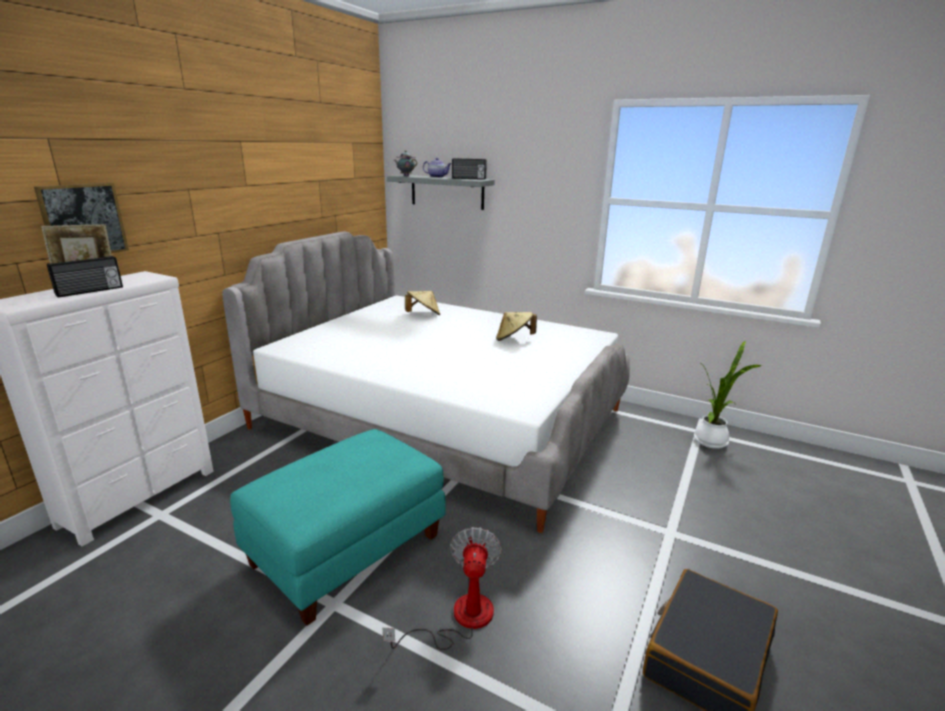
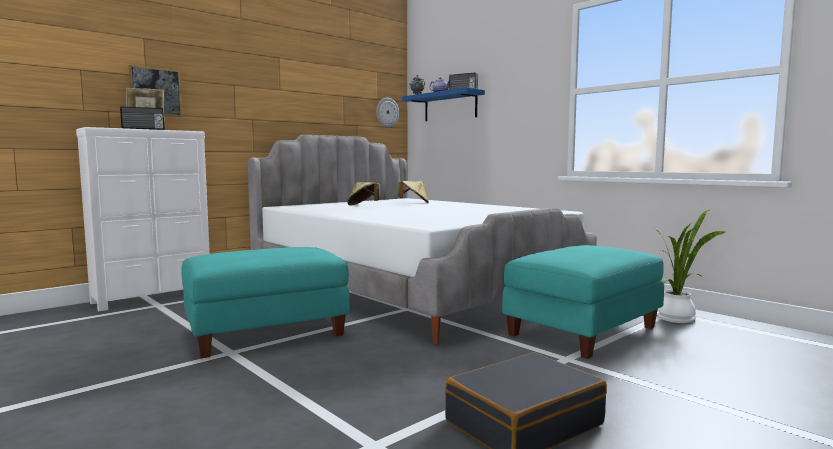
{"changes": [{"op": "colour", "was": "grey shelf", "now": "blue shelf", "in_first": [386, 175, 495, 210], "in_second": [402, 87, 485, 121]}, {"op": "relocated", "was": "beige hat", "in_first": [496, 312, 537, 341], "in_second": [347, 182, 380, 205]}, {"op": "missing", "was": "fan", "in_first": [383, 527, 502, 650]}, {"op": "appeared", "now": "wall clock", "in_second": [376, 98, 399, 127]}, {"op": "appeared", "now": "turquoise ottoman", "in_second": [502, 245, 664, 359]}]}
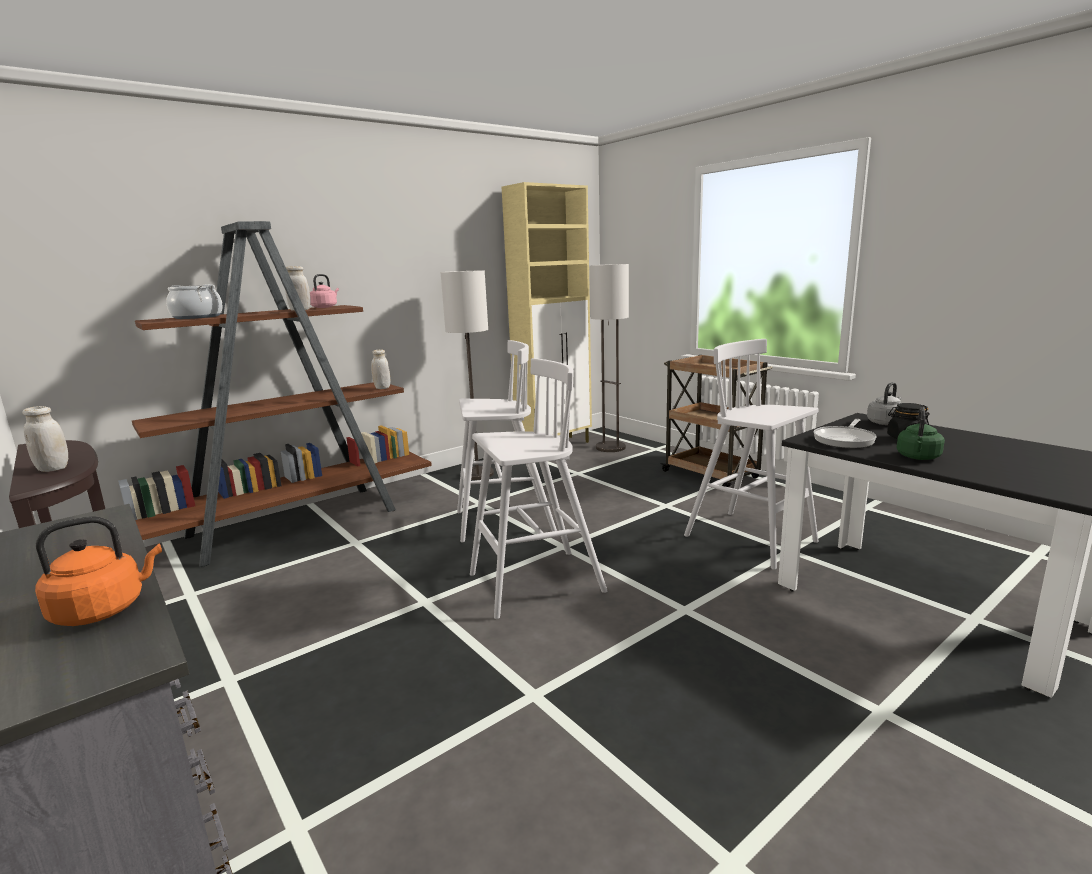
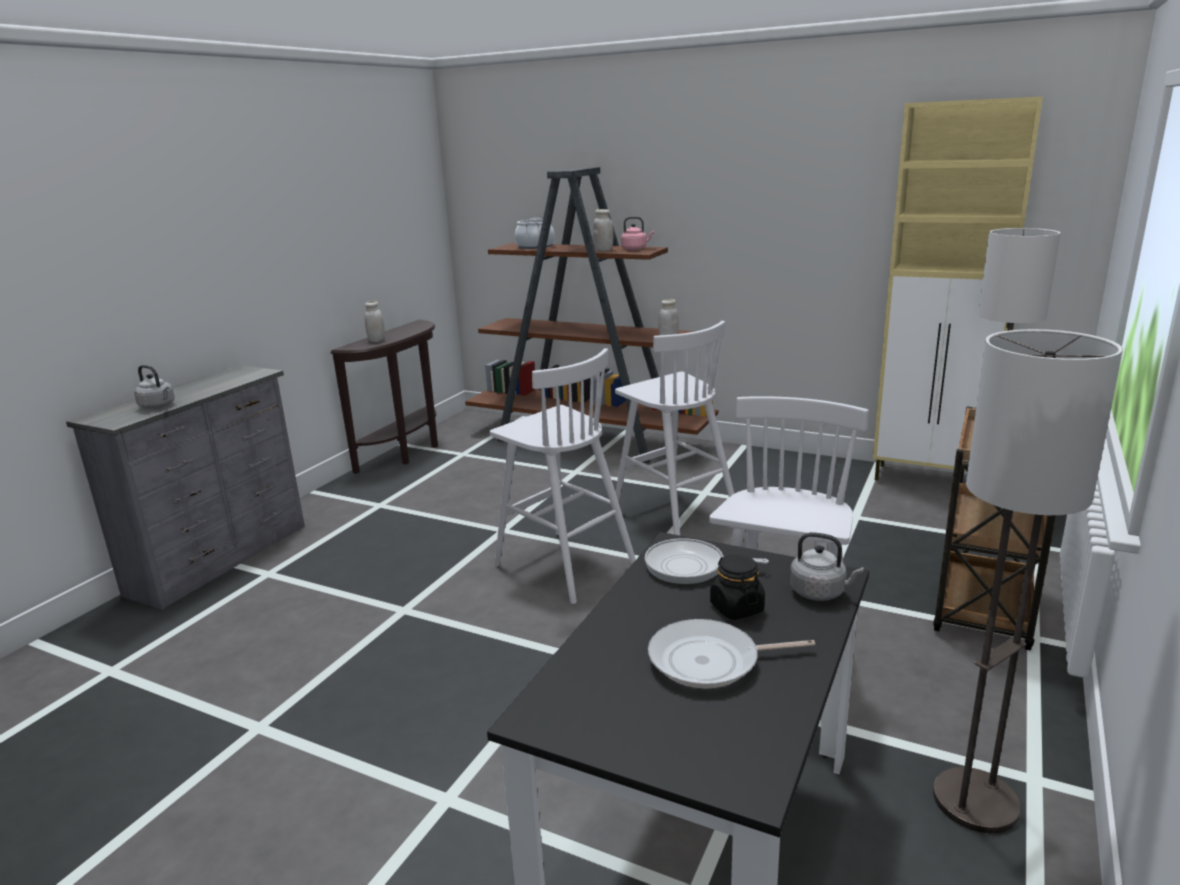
{"changes": [{"op": "relocated", "was": "floor lamp", "in_first": [441, 270, 494, 480], "in_second": [933, 329, 1123, 833]}, {"op": "missing", "was": "green kettle", "in_first": [896, 407, 945, 460]}, {"op": "colour", "was": "orange kettle", "now": "grey kettle", "in_first": [35, 516, 162, 626], "in_second": [134, 365, 175, 409]}, {"op": "appeared", "now": "frying pan", "in_second": [648, 619, 815, 689]}]}
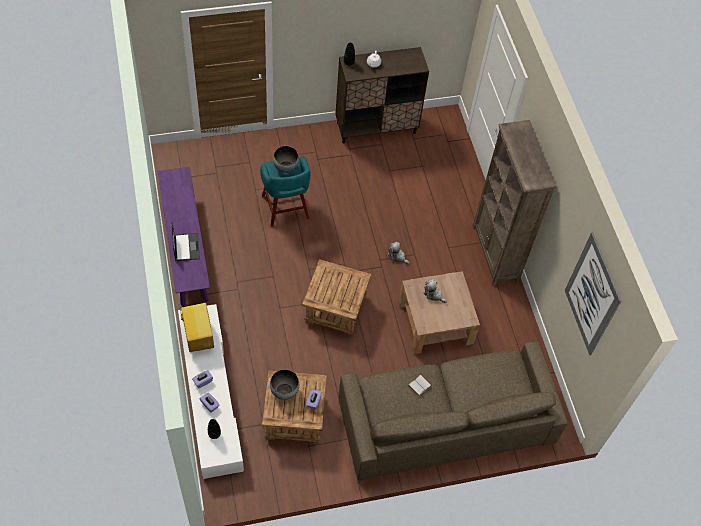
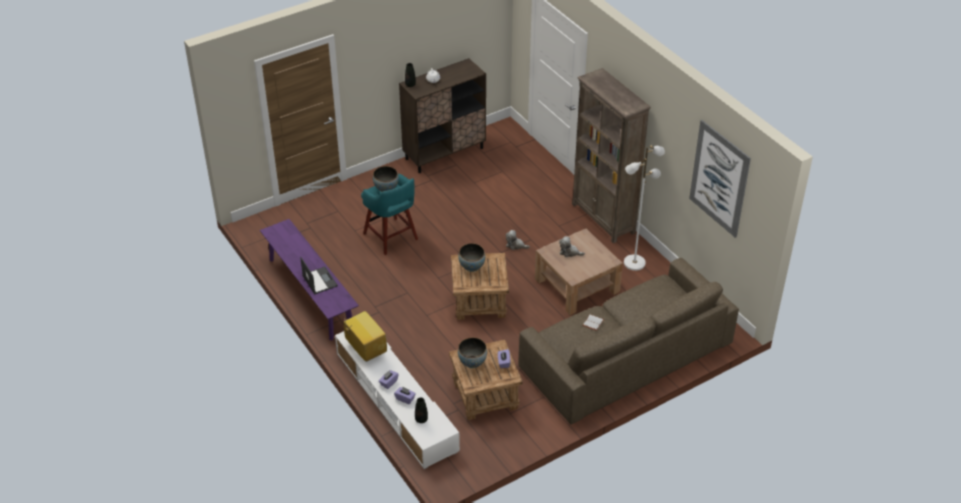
{"changes": [{"op": "appeared", "now": "white floor lamp", "in_second": [624, 145, 665, 271]}, {"op": "appeared", "now": "bowl", "in_second": [458, 243, 485, 272]}]}
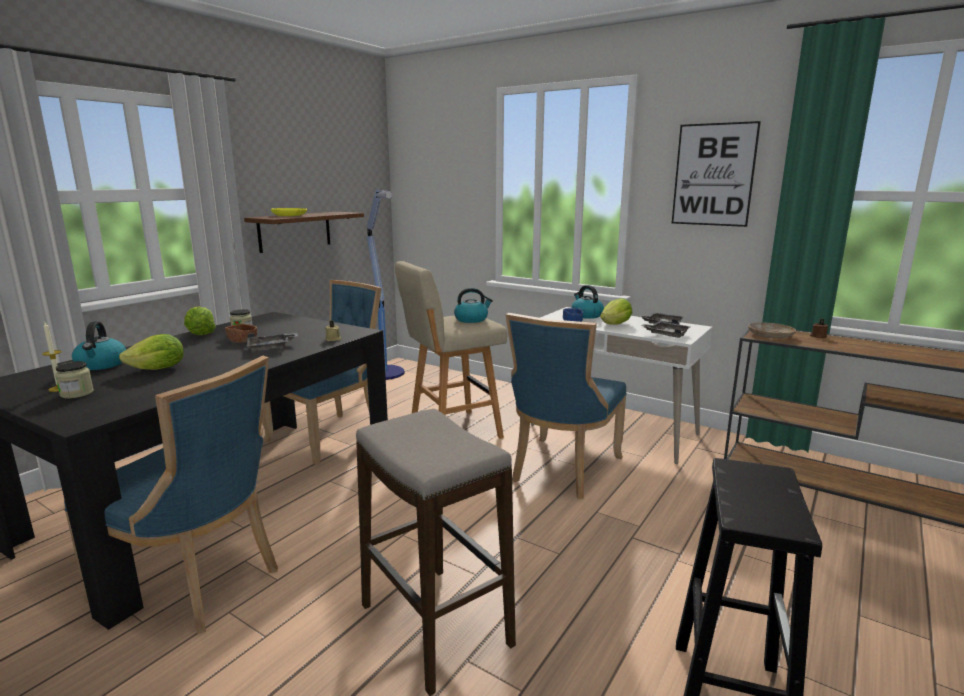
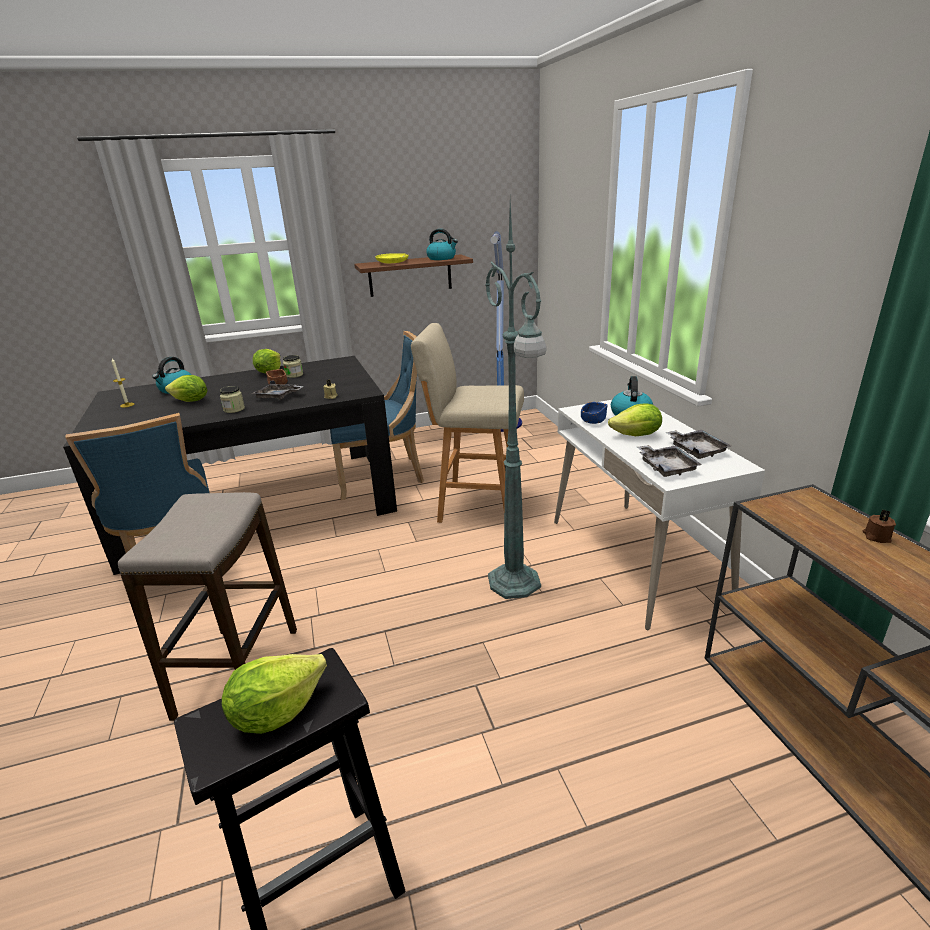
{"changes": [{"op": "missing", "was": "picture", "in_first": [672, 121, 761, 227]}, {"op": "relocated", "was": "kettle", "in_first": [454, 288, 493, 323], "in_second": [426, 229, 458, 260]}, {"op": "exchanged", "was": "blue chair", "now": "green floor lamp", "in_first": [506, 313, 627, 499], "in_second": [485, 201, 546, 599]}, {"op": "missing", "was": "beige plate", "in_first": [748, 322, 796, 338]}, {"op": "relocated", "was": "jar", "in_first": [55, 361, 94, 398], "in_second": [220, 386, 245, 413]}, {"op": "appeared", "now": "lettuce", "in_second": [222, 654, 327, 734]}]}
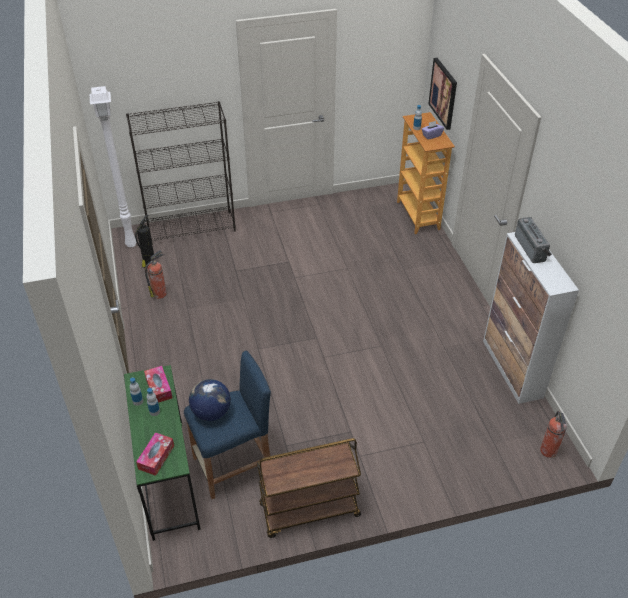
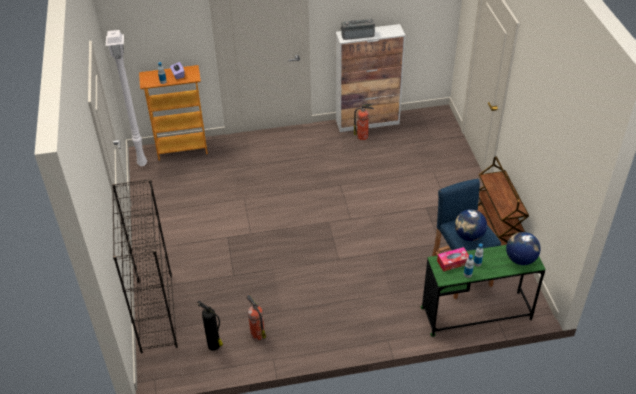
{"changes": [{"op": "missing", "was": "picture", "in_first": [428, 58, 457, 130]}, {"op": "relocated", "was": "white floor lamp", "in_first": [90, 86, 137, 247], "in_second": [106, 30, 147, 166]}, {"op": "relocated", "was": "fire extinguisher", "in_first": [540, 411, 567, 458], "in_second": [354, 104, 374, 140]}, {"op": "exchanged", "was": "tissue box", "now": "globe", "in_first": [136, 432, 174, 476], "in_second": [506, 232, 541, 265]}]}
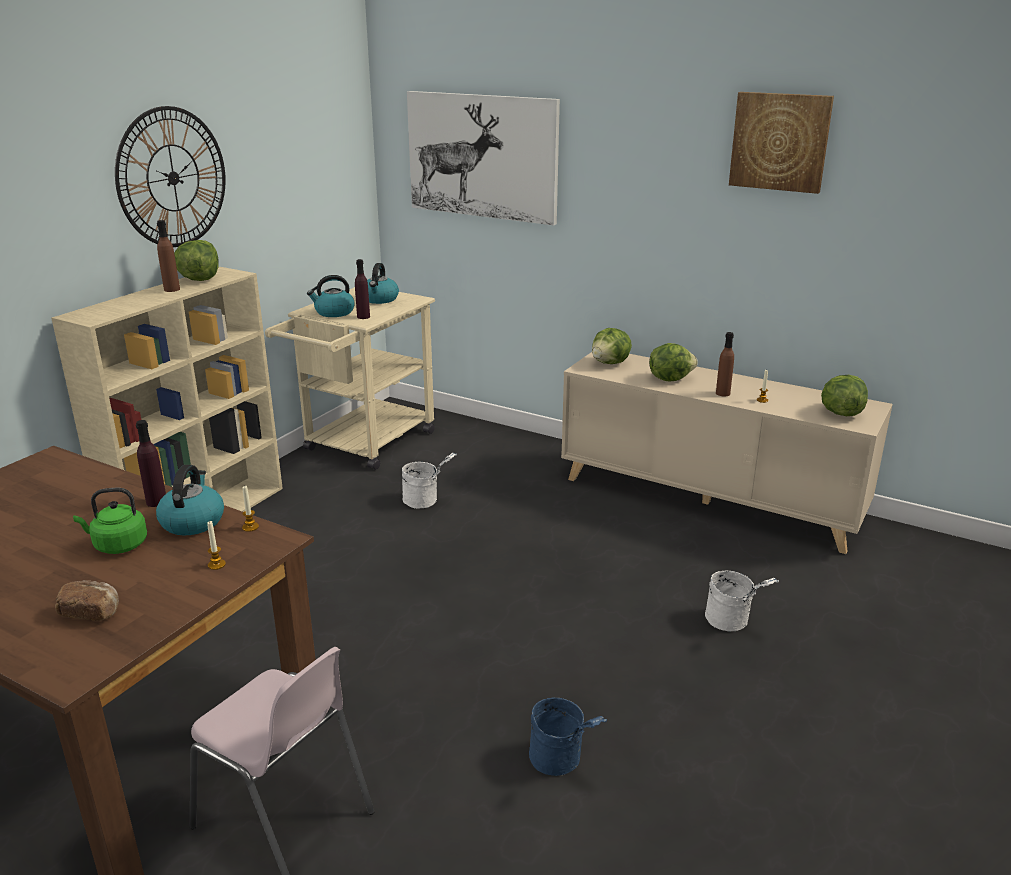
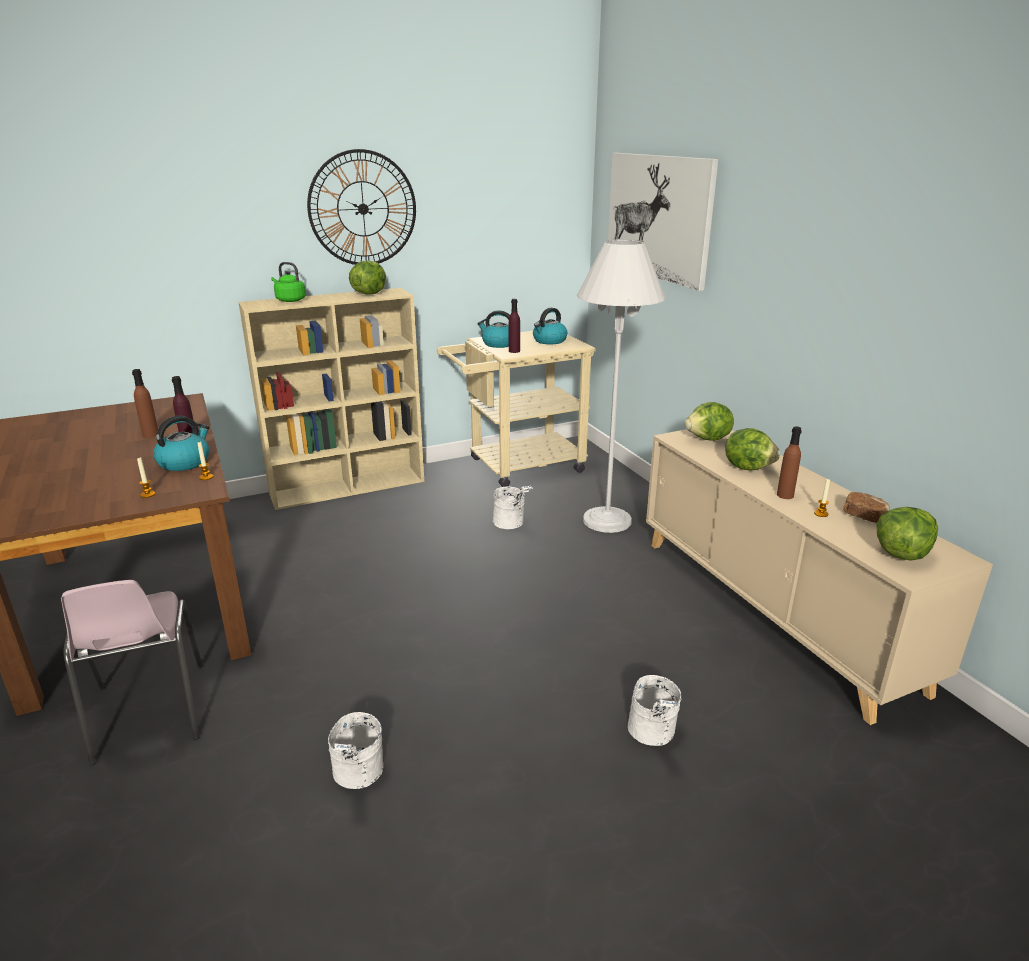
{"changes": [{"op": "missing", "was": "picture", "in_first": [729, 92, 834, 194]}, {"op": "relocated", "was": "brown bottle", "in_first": [157, 220, 180, 292], "in_second": [132, 369, 158, 438]}, {"op": "relocated", "was": "green kettle", "in_first": [73, 488, 147, 554], "in_second": [271, 262, 306, 302]}, {"op": "relocated", "was": "bread", "in_first": [55, 580, 119, 621], "in_second": [843, 492, 890, 523]}, {"op": "colour", "was": "blue bucket", "now": "white bucket", "in_first": [529, 698, 607, 776], "in_second": [328, 712, 384, 789]}, {"op": "appeared", "now": "white floor lamp", "in_second": [577, 239, 666, 533]}]}
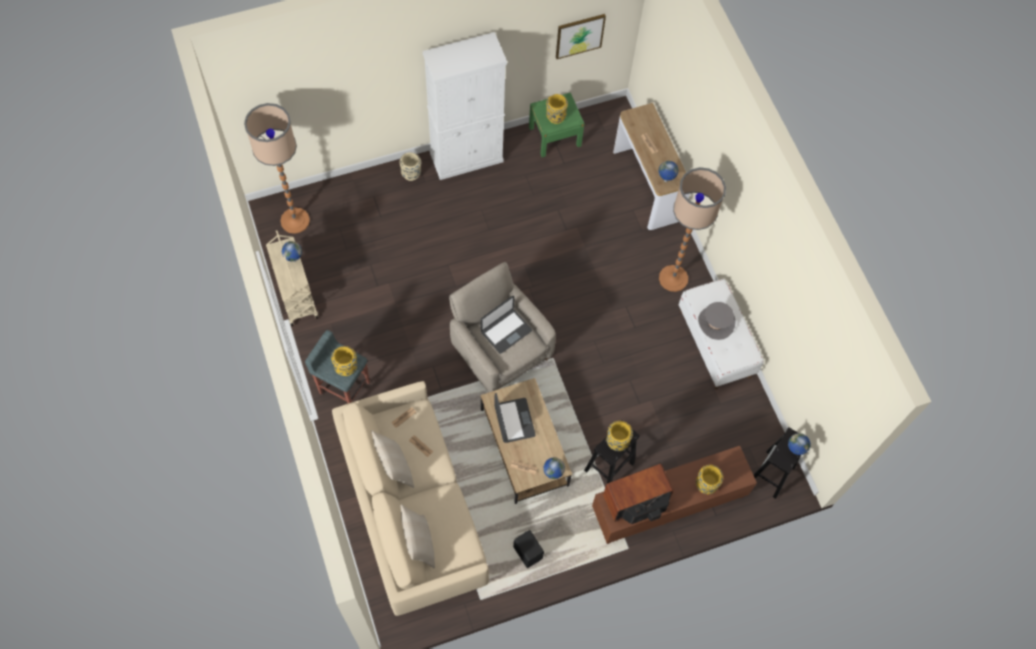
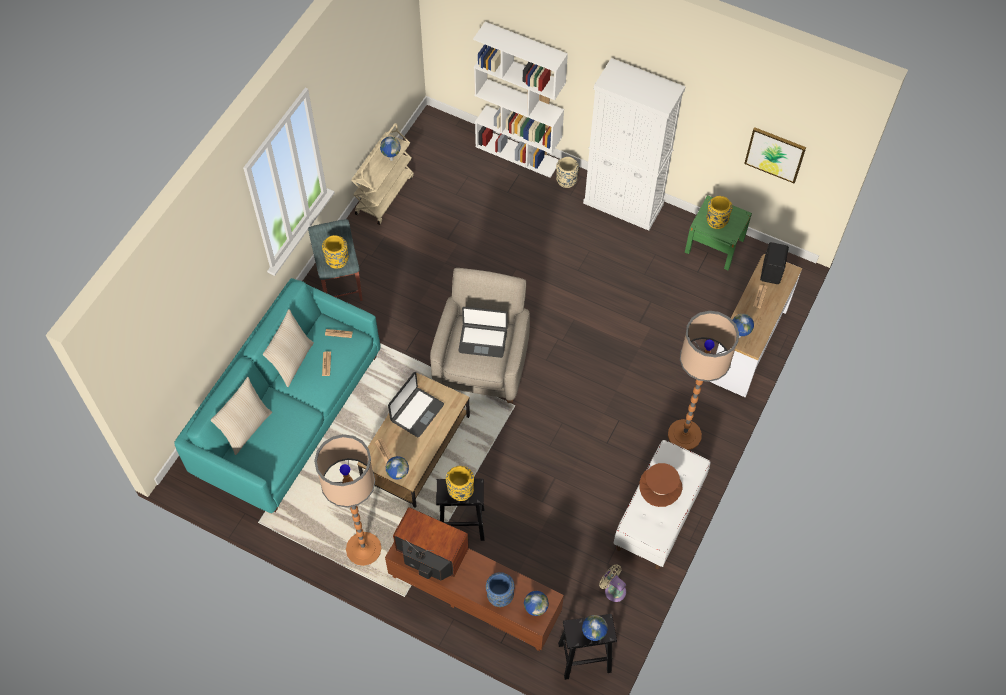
{"changes": [{"op": "relocated", "was": "floor lamp", "in_first": [244, 103, 310, 234], "in_second": [314, 434, 381, 566]}, {"op": "colour", "was": "grey hat", "now": "brown hat", "in_first": [698, 302, 736, 340], "in_second": [639, 463, 683, 507]}, {"op": "colour", "was": "beige sofa", "now": "turquoise sofa", "in_first": [332, 381, 489, 616], "in_second": [174, 278, 381, 513]}, {"op": "colour", "was": "yellow vase", "now": "blue vase", "in_first": [696, 465, 723, 494], "in_second": [486, 572, 515, 607]}, {"op": "relocated", "was": "black speaker", "in_first": [513, 530, 544, 568], "in_second": [760, 242, 789, 284]}, {"op": "appeared", "now": "white bookcase", "in_second": [473, 22, 568, 178]}, {"op": "appeared", "now": "beige fan", "in_second": [599, 564, 626, 602]}, {"op": "appeared", "now": "globe", "in_second": [524, 591, 549, 616]}]}
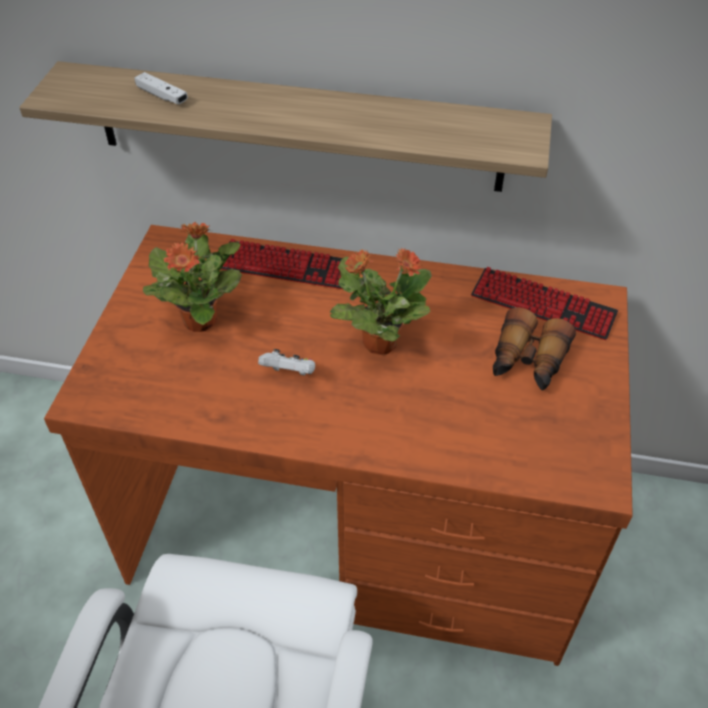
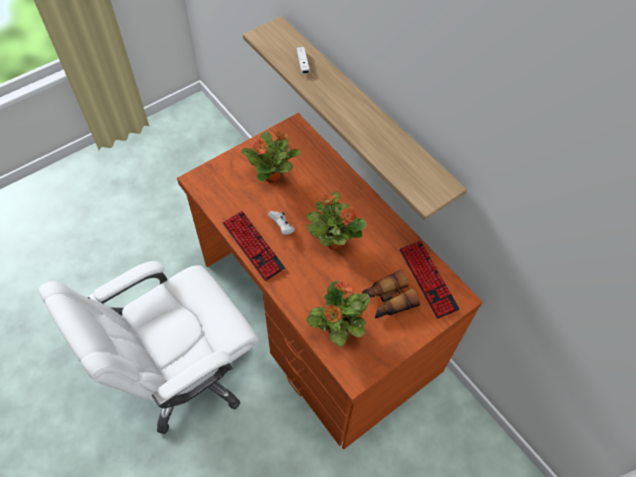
{"changes": [{"op": "relocated", "was": "keyboard", "in_first": [221, 239, 343, 289], "in_second": [223, 211, 285, 281]}, {"op": "appeared", "now": "potted plant", "in_second": [306, 280, 370, 346]}]}
